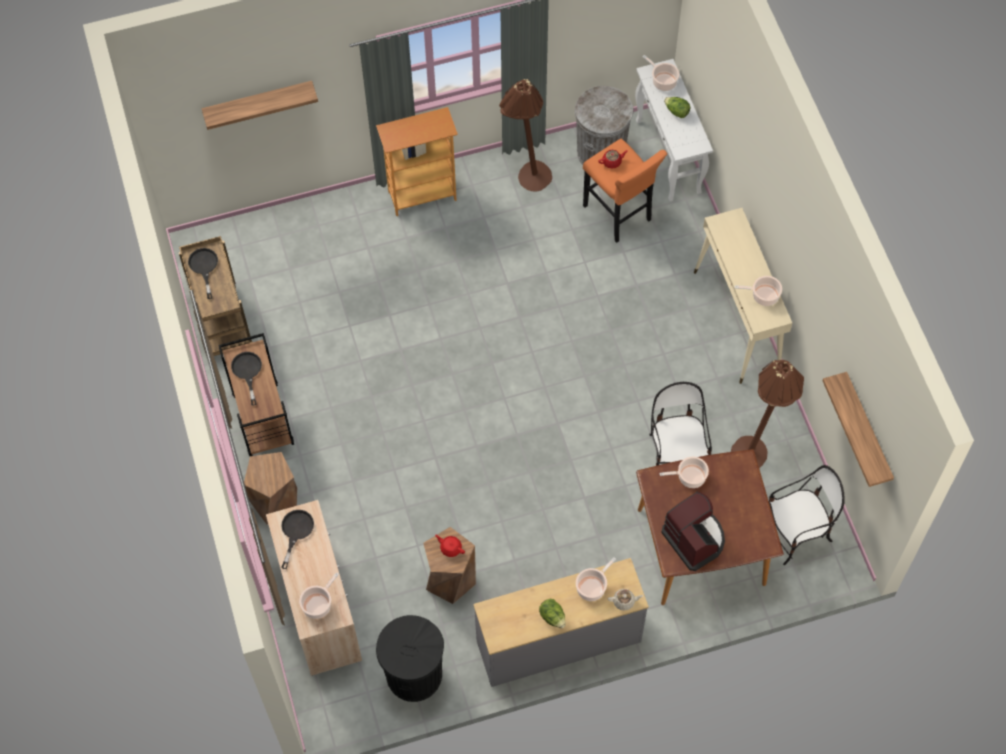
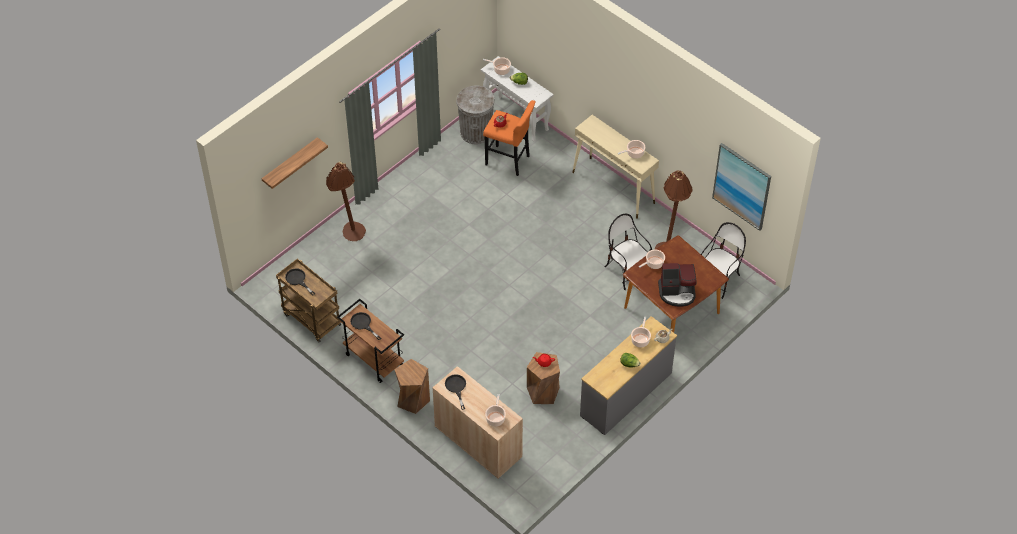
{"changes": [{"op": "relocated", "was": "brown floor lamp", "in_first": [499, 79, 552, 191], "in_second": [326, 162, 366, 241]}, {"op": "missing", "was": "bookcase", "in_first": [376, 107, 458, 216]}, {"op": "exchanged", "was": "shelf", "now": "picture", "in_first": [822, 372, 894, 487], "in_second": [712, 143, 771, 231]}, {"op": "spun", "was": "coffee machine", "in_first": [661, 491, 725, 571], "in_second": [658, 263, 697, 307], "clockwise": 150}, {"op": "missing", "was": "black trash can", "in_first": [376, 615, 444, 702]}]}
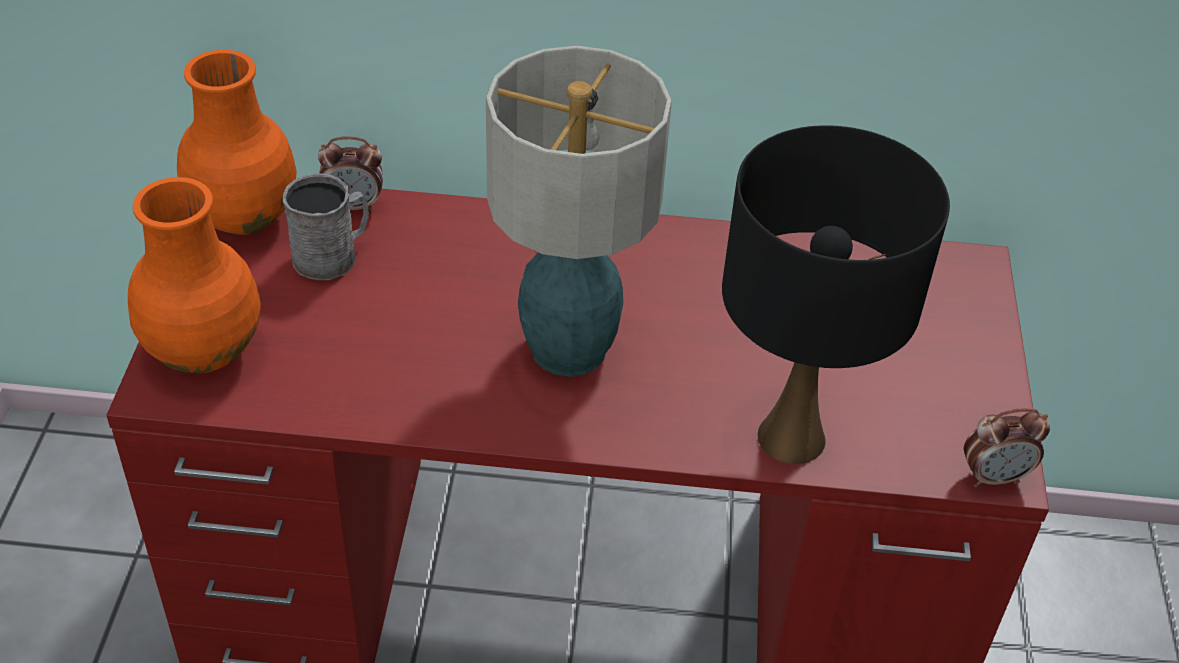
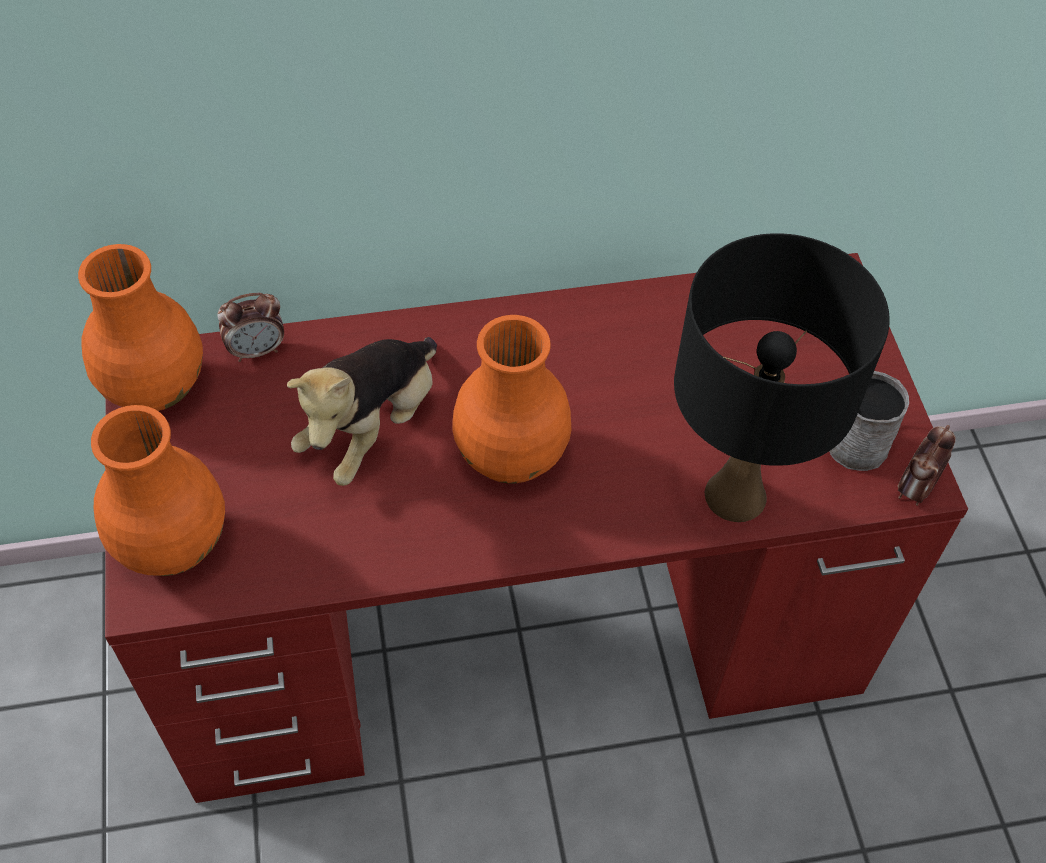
{"changes": [{"op": "exchanged", "was": "table lamp", "now": "orange vase", "in_first": [486, 46, 672, 377], "in_second": [452, 315, 571, 483]}, {"op": "relocated", "was": "grey mug", "in_first": [283, 173, 369, 280], "in_second": [829, 371, 909, 471]}, {"op": "spun", "was": "alarm clock", "in_first": [964, 408, 1050, 487], "in_second": [898, 425, 956, 506], "clockwise": 150}, {"op": "appeared", "now": "plush toy", "in_second": [287, 337, 437, 486]}]}
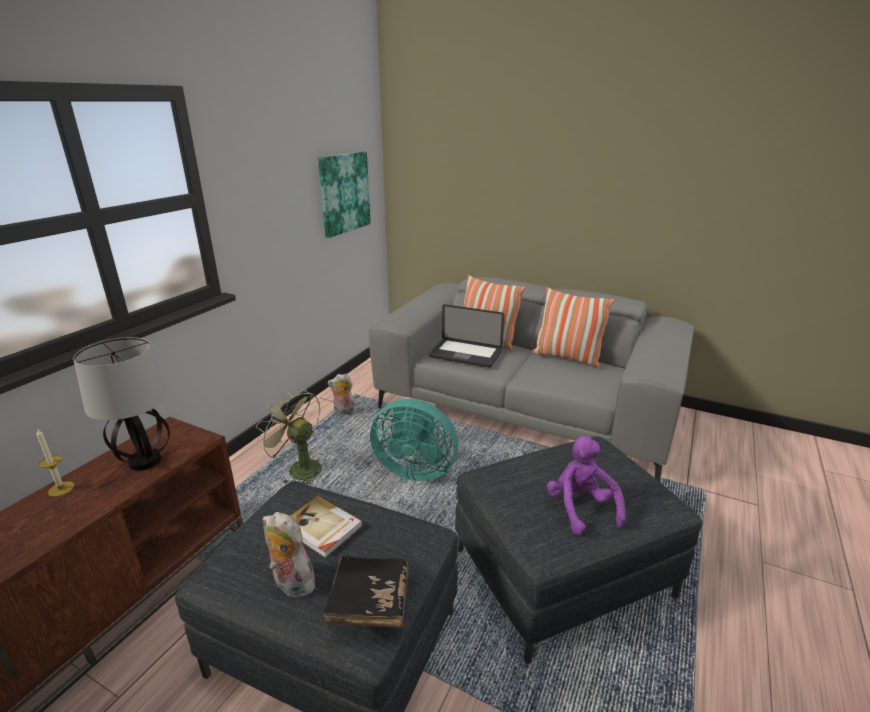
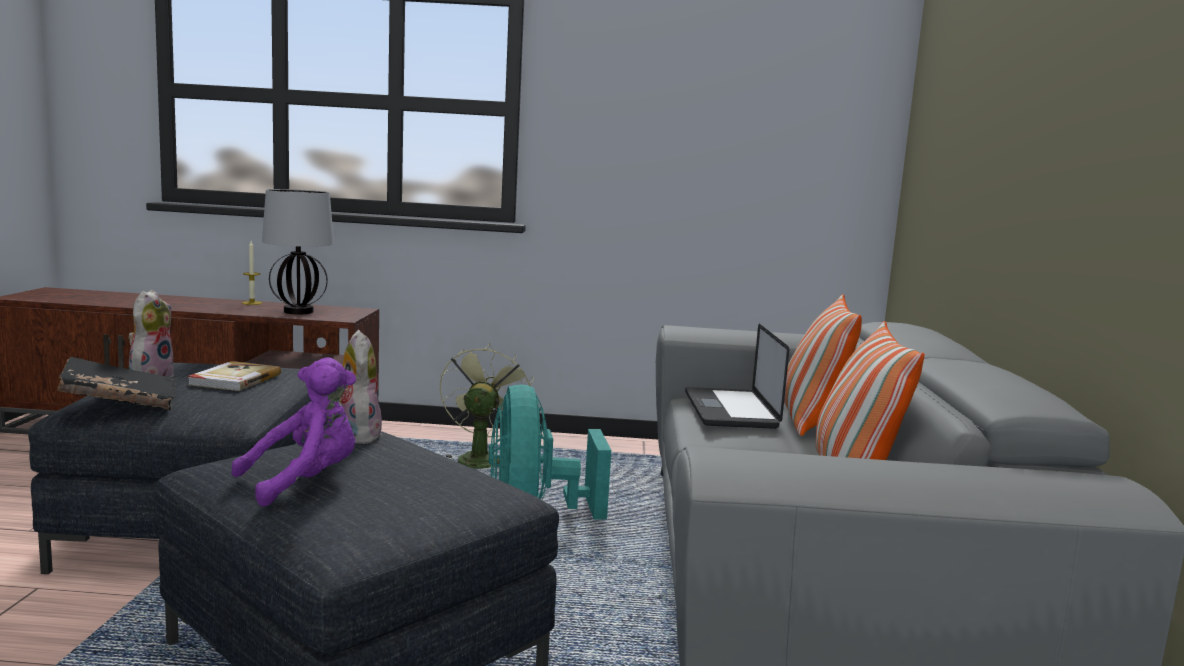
{"changes": [{"op": "missing", "was": "picture", "in_first": [318, 152, 371, 238]}, {"op": "relocated", "was": "plush toy", "in_first": [328, 374, 357, 415], "in_second": [339, 330, 382, 444]}]}
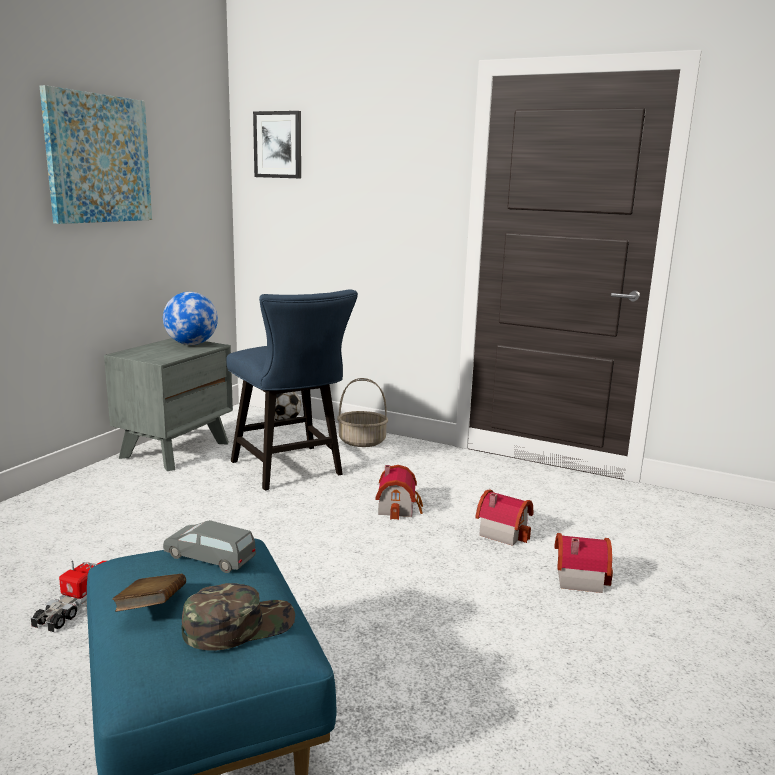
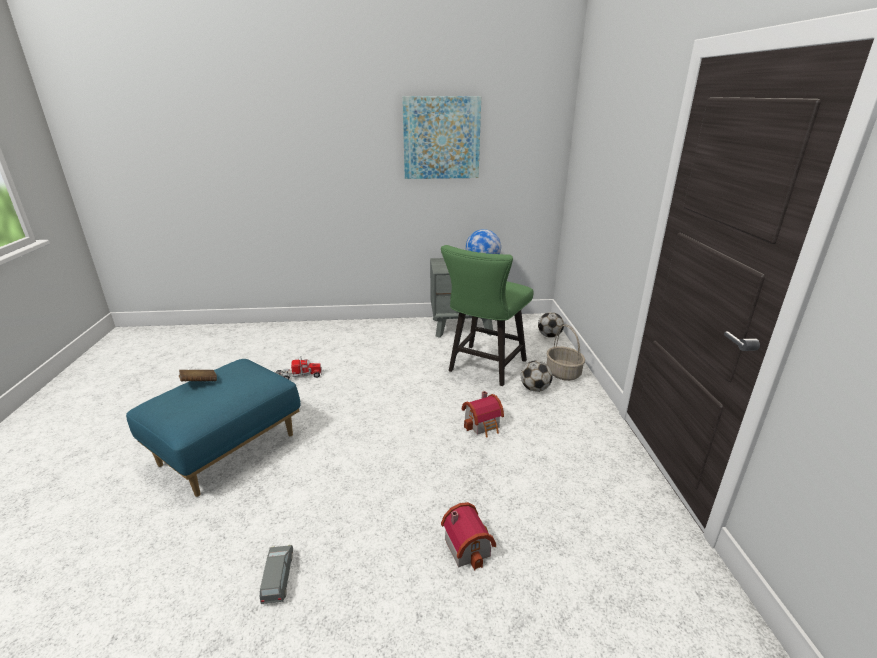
{"changes": [{"op": "missing", "was": "picture", "in_first": [253, 111, 301, 179]}, {"op": "colour", "was": "blue chair", "now": "green chair", "in_first": [226, 289, 358, 490], "in_second": [441, 245, 534, 386]}, {"op": "missing", "was": "toy house", "in_first": [475, 489, 533, 546]}, {"op": "relocated", "was": "grey toy car", "in_first": [163, 520, 256, 573], "in_second": [260, 545, 293, 604]}, {"op": "missing", "was": "green cap", "in_first": [181, 583, 295, 651]}, {"op": "appeared", "now": "football", "in_second": [521, 360, 552, 392]}]}
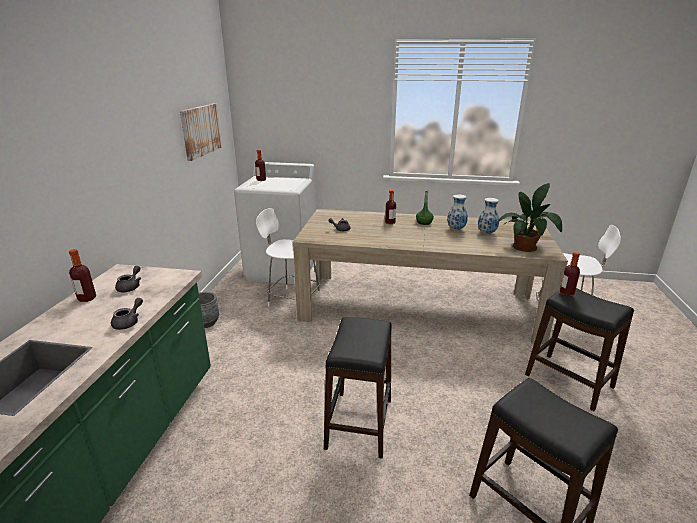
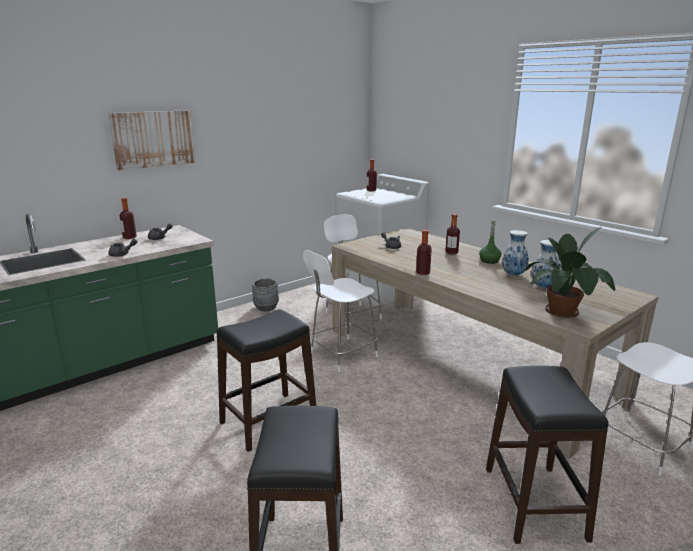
{"changes": [{"op": "relocated", "was": "picture", "in_first": [180, 104, 222, 161], "in_second": [108, 110, 196, 170]}, {"op": "relocated", "was": "bottle", "in_first": [560, 252, 580, 296], "in_second": [416, 230, 432, 275]}, {"op": "appeared", "now": "white chair", "in_second": [303, 250, 378, 372]}]}
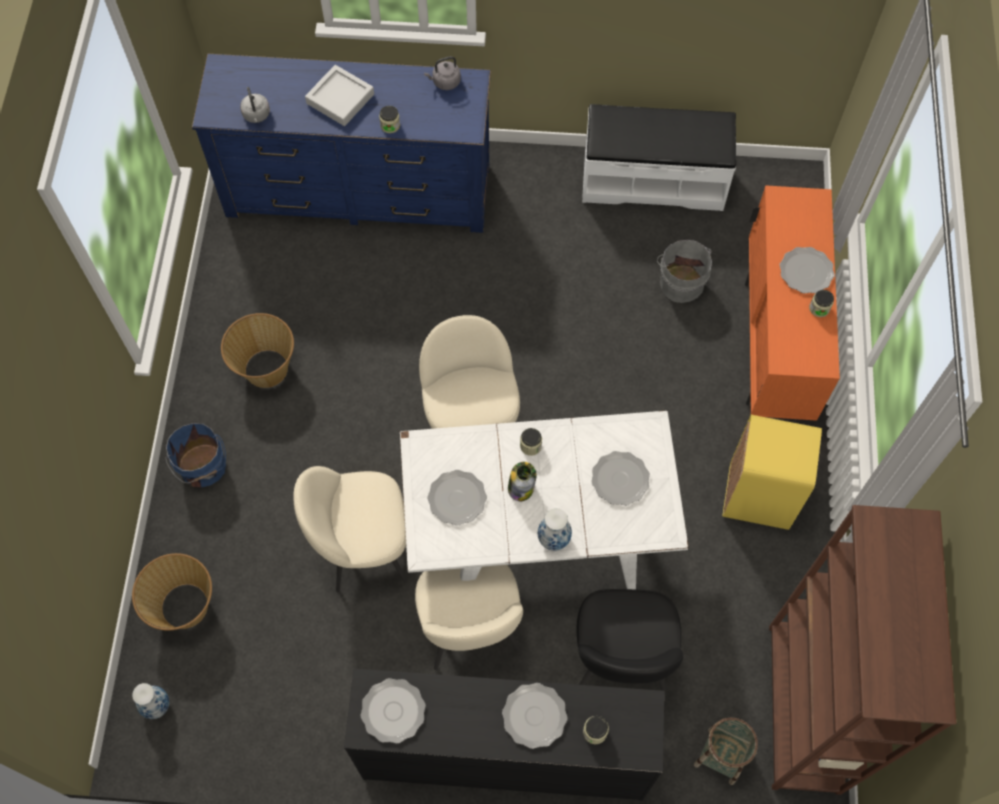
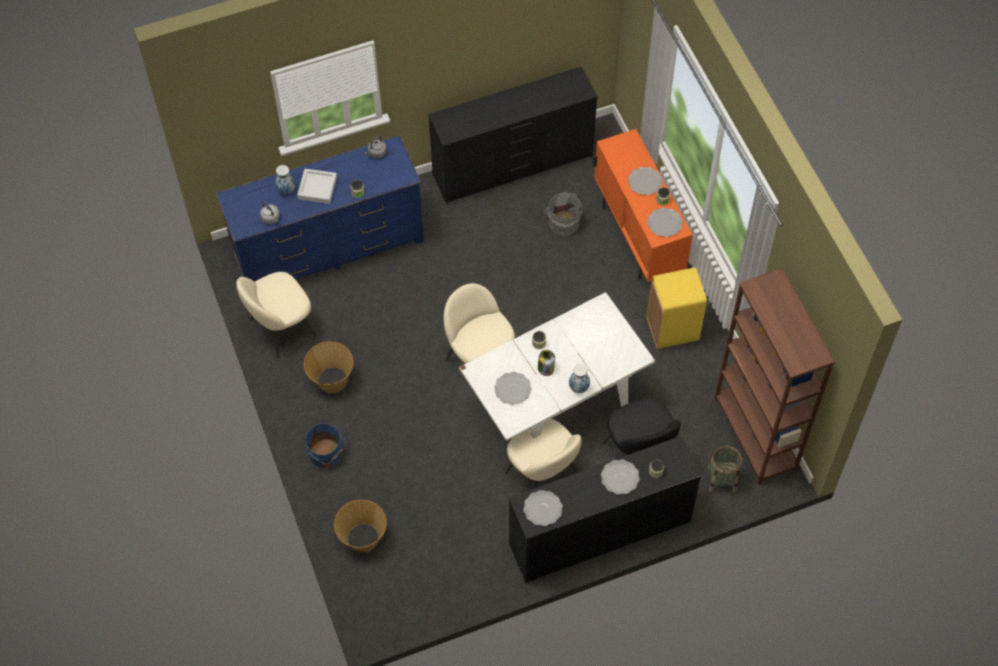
{"changes": [{"op": "exchanged", "was": "white bench", "now": "black dresser", "in_first": [582, 104, 736, 211], "in_second": [428, 66, 598, 204]}, {"op": "relocated", "was": "plate", "in_first": [591, 451, 650, 506], "in_second": [647, 208, 683, 237]}, {"op": "relocated", "was": "beige chair", "in_first": [293, 466, 407, 592], "in_second": [236, 272, 316, 358]}, {"op": "relocated", "was": "vase", "in_first": [132, 683, 169, 719], "in_second": [275, 165, 295, 195]}]}
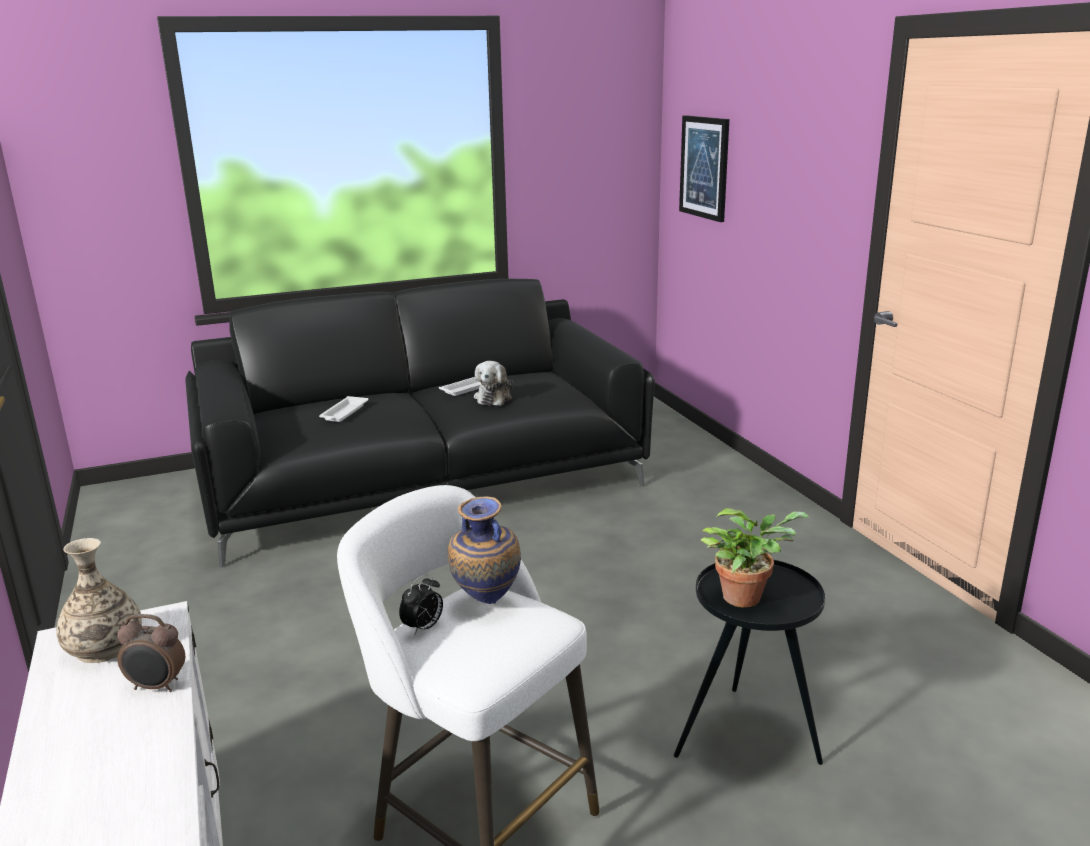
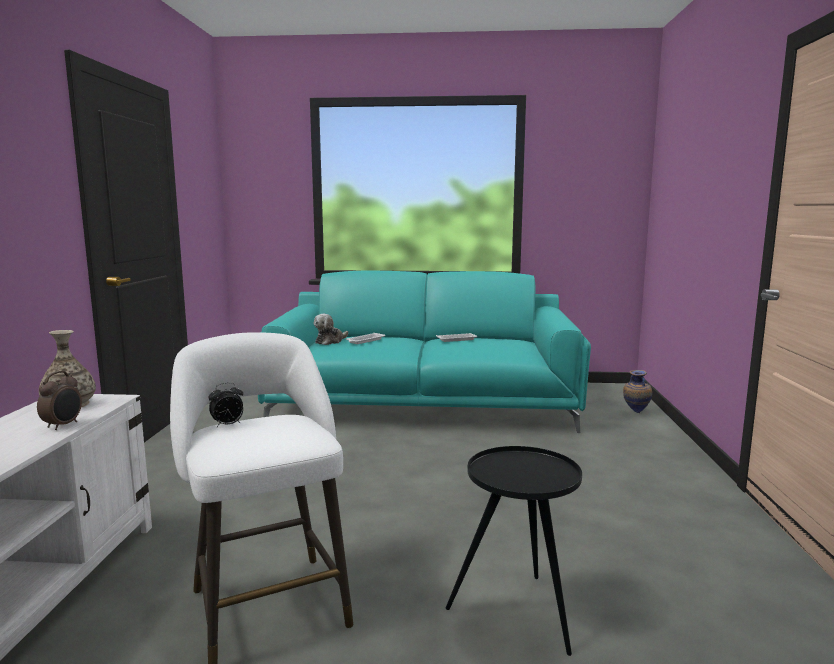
{"changes": [{"op": "missing", "was": "picture", "in_first": [679, 115, 729, 222]}, {"op": "colour", "was": "black sofa", "now": "turquoise sofa", "in_first": [186, 279, 655, 568], "in_second": [258, 271, 591, 433]}, {"op": "relocated", "was": "plush toy", "in_first": [474, 361, 513, 406], "in_second": [314, 314, 348, 345]}, {"op": "relocated", "was": "vase", "in_first": [448, 497, 521, 604], "in_second": [623, 370, 652, 413]}, {"op": "missing", "was": "potted plant", "in_first": [700, 508, 810, 607]}, {"op": "spun", "was": "alarm clock", "in_first": [117, 614, 185, 692], "in_second": [37, 371, 82, 430], "clockwise": -105}]}
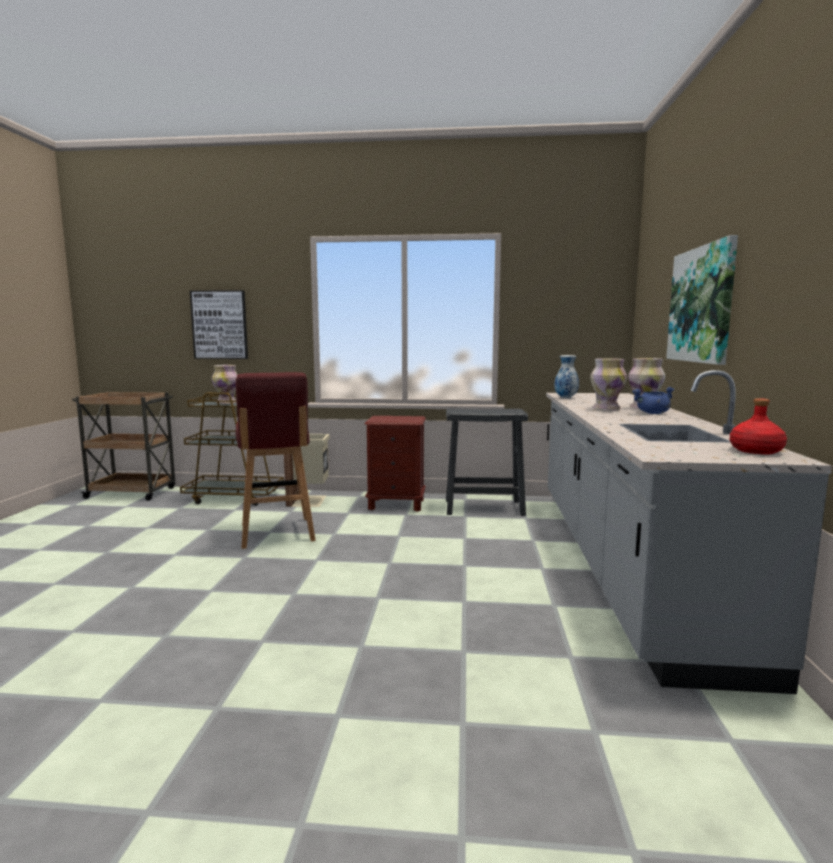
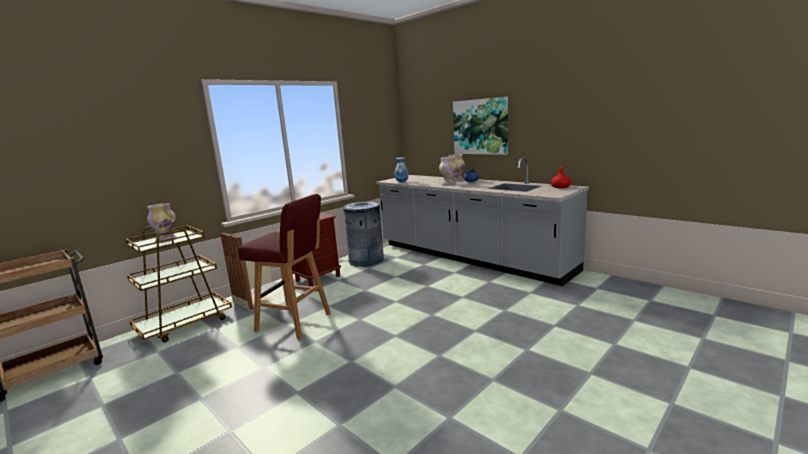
{"changes": [{"op": "missing", "was": "picture", "in_first": [190, 290, 248, 359]}, {"op": "exchanged", "was": "black stool", "now": "grey trash can", "in_first": [446, 408, 528, 516], "in_second": [343, 202, 384, 267]}]}
